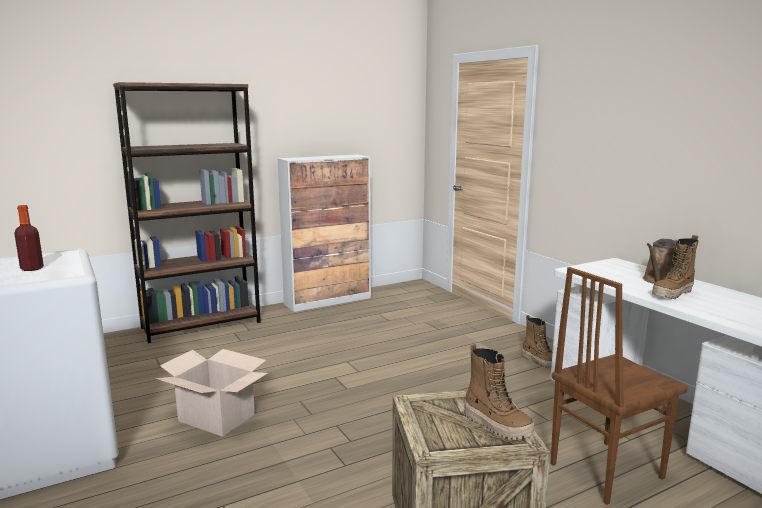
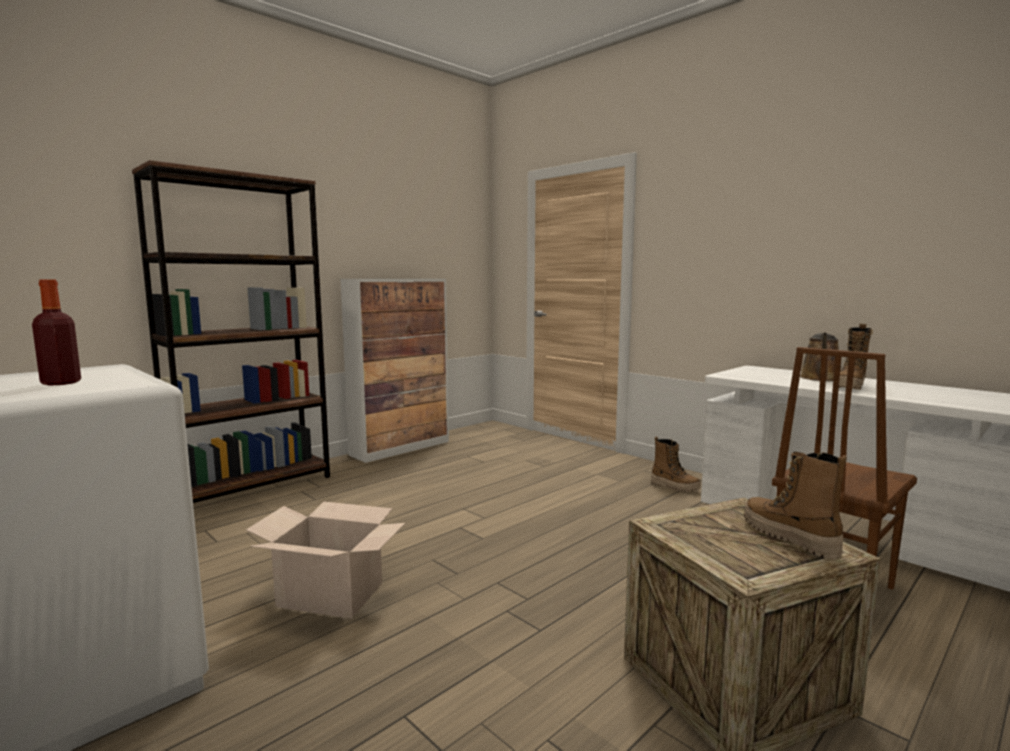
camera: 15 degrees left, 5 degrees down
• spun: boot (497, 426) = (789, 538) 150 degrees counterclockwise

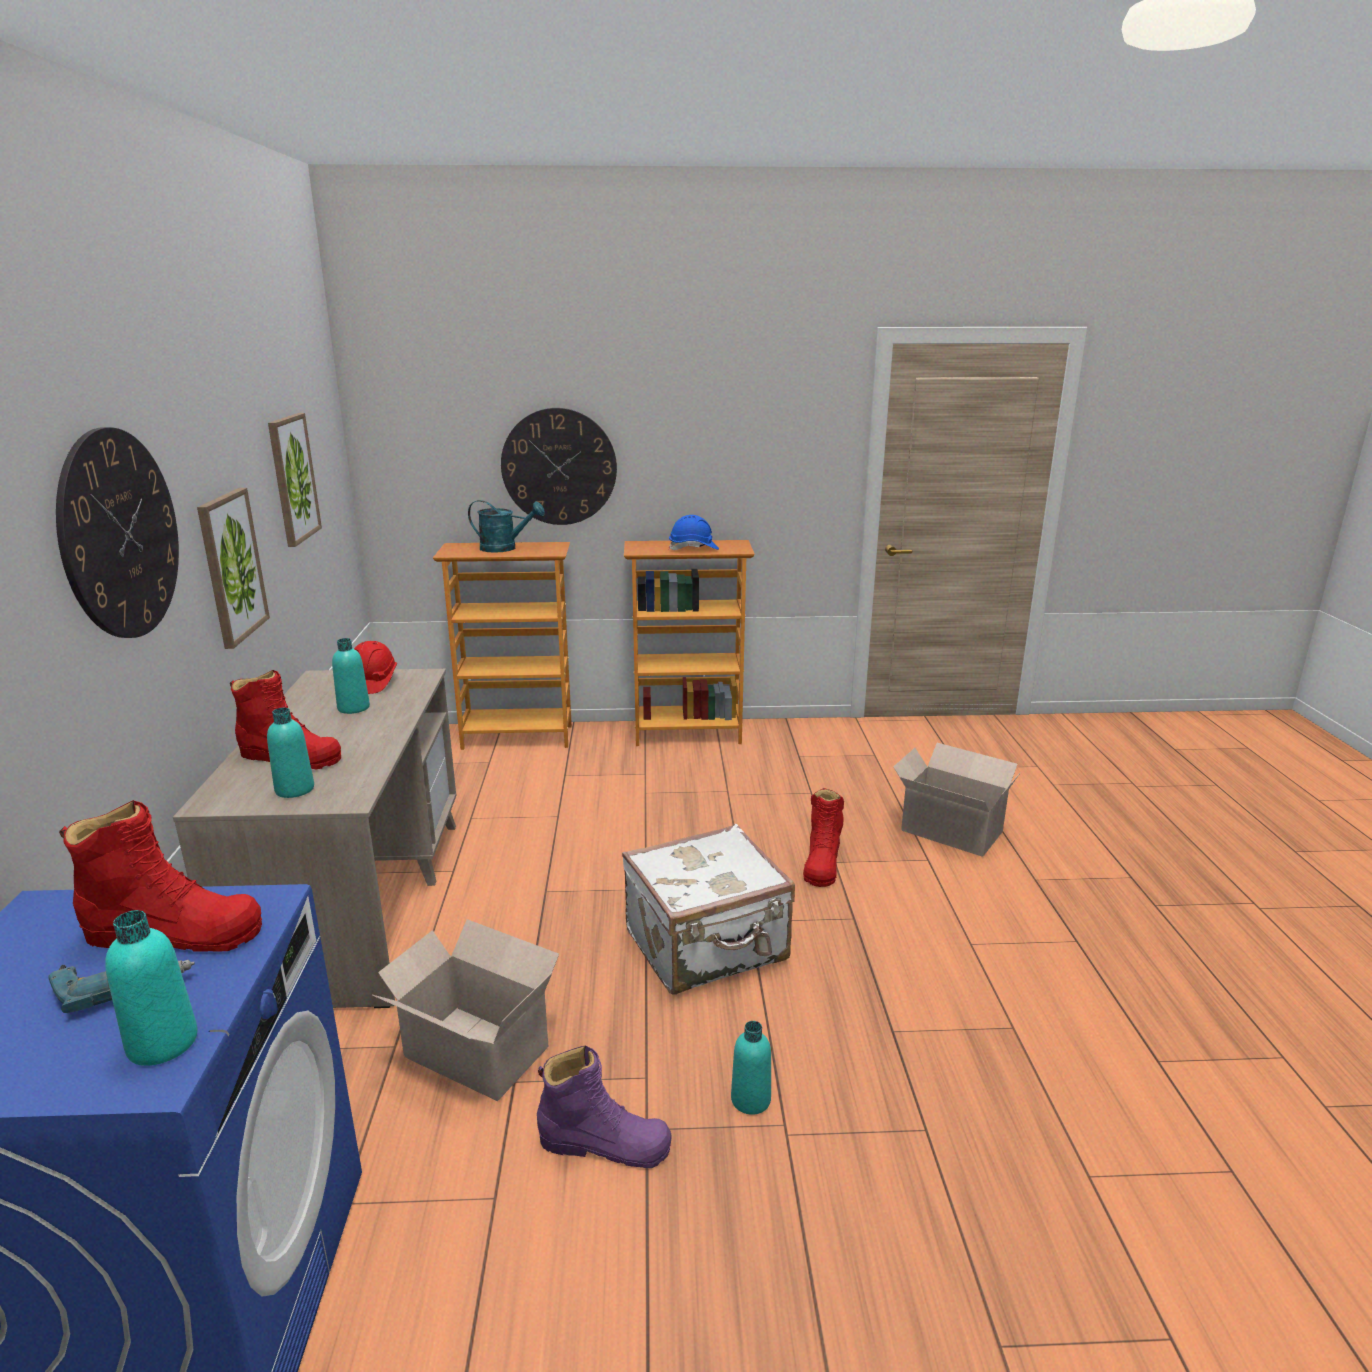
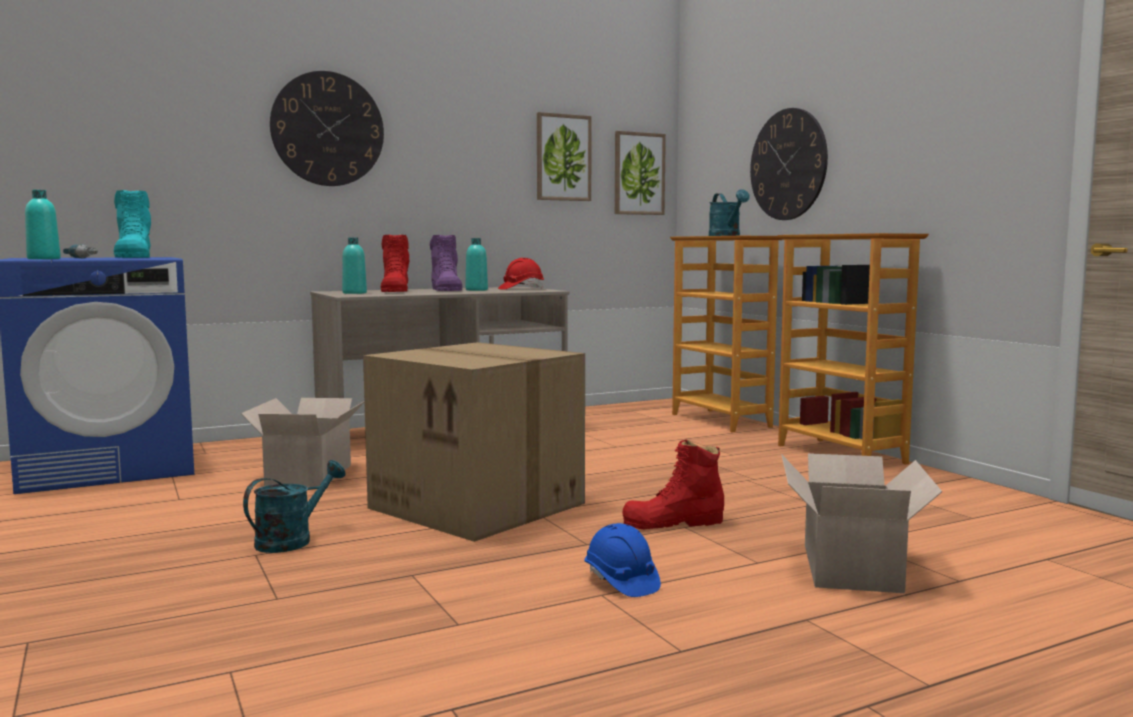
camera: 65 degrees right, 15 degrees down
• relocated: picture (231, 566) to (638, 174)
• relocated: hard hat (blue) (693, 549) to (621, 582)
• colour: boot (red) (175, 933) to boot (turquoise) (133, 258)
• exchanged: suitcase (white) (708, 947) to cardboard box (480, 505)
• exchanged: bottle (turquoise) (750, 1099) to watering can (turquoise) (292, 540)
• relocated: boot (purple) (605, 1144) to (446, 290)

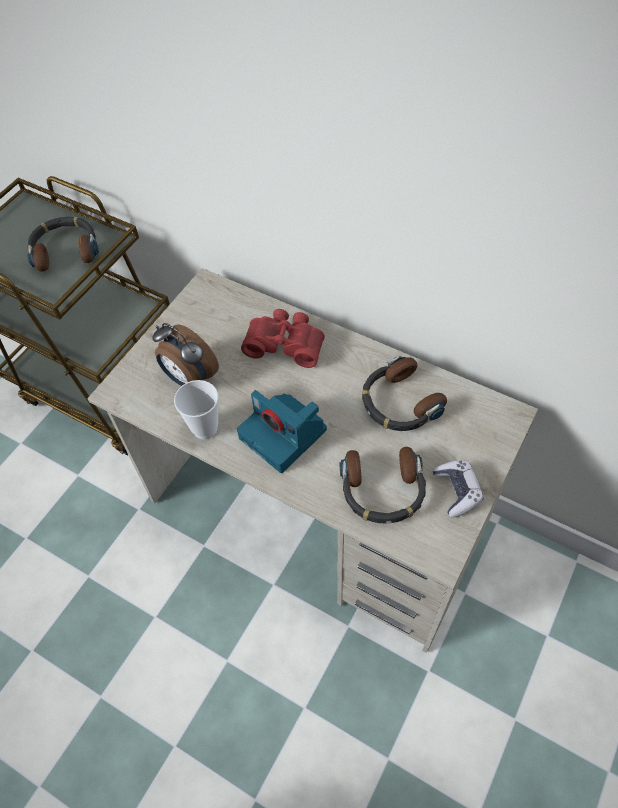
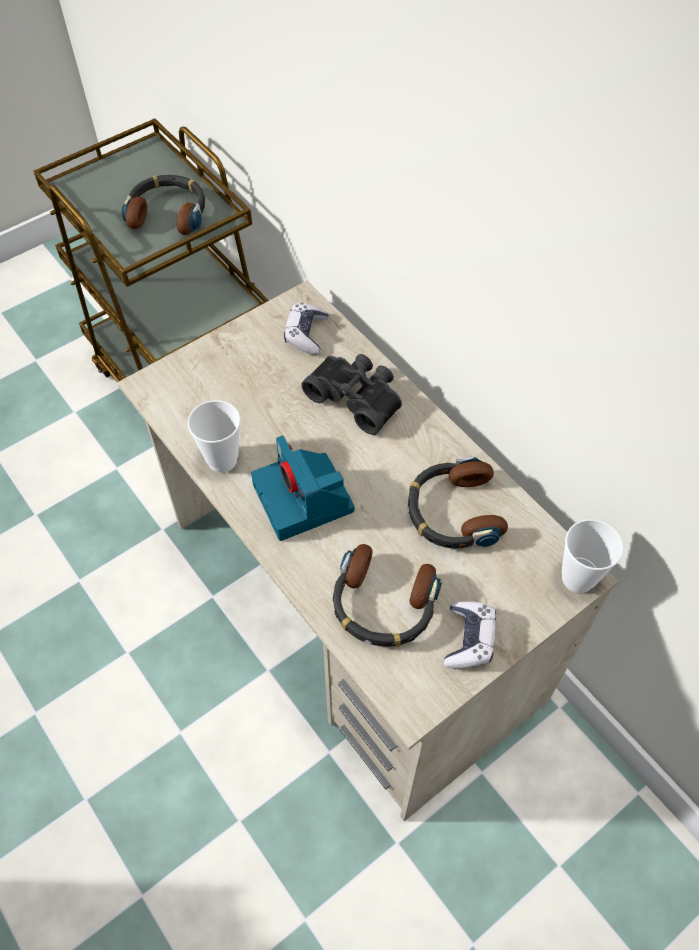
camera: 20 degrees right, 0 degrees up
• colour: binoculars (red) (285, 343) to binoculars (black) (357, 397)
• missing: alarm clock (189, 378)
• appeared: game controller (306, 334)
• appeared: cup (577, 578)

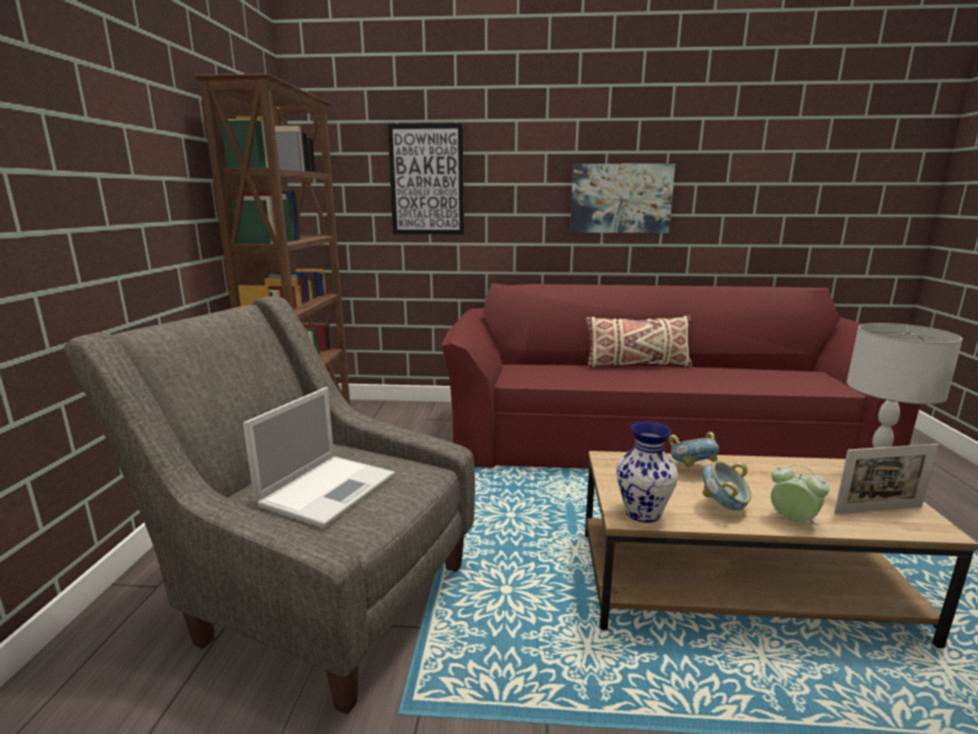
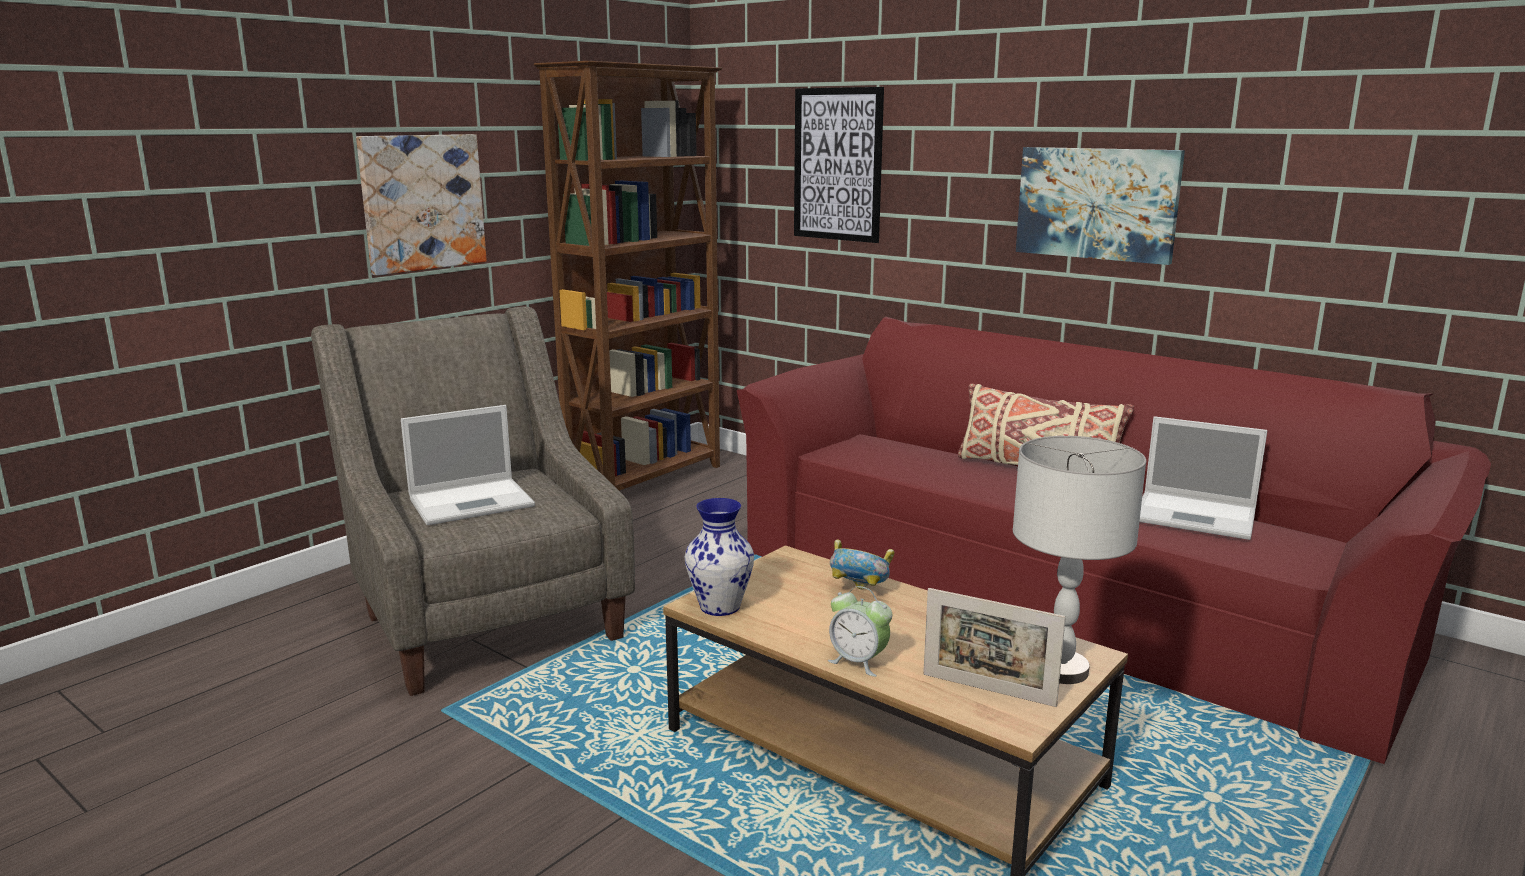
camera: 35 degrees right, 0 degrees up
• missing: bowl (723, 507)
• spun: alarm clock (792, 521) = (858, 662) 135 degrees clockwise
• appeared: picture (422, 202)
• appeared: laptop (1197, 516)

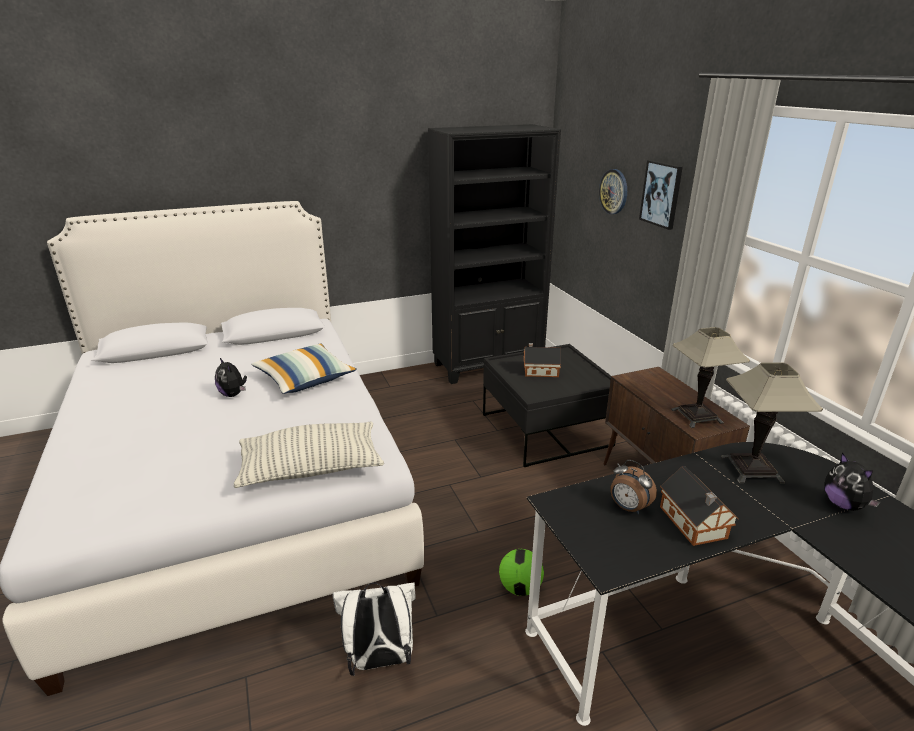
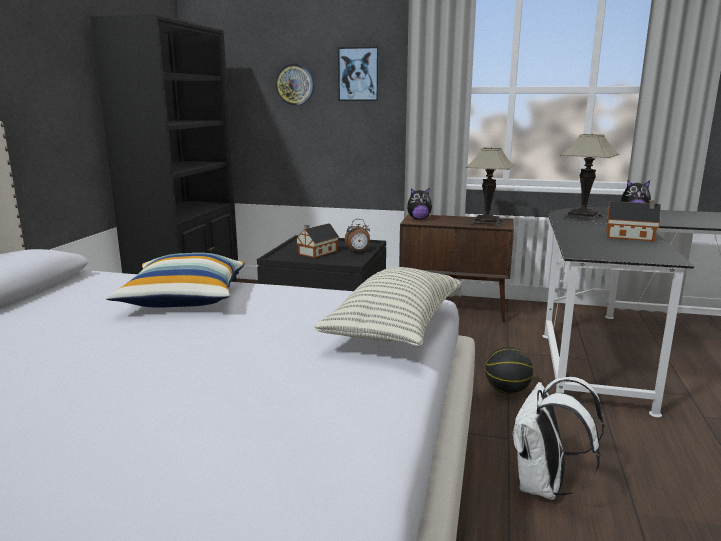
camera: 55 degrees left, 10 degrees down
• relocated: plush toy (233, 394) to (418, 219)
• relocated: alarm clock (628, 508) to (358, 252)
• exchanged: football (520, 587) to basketball (506, 391)

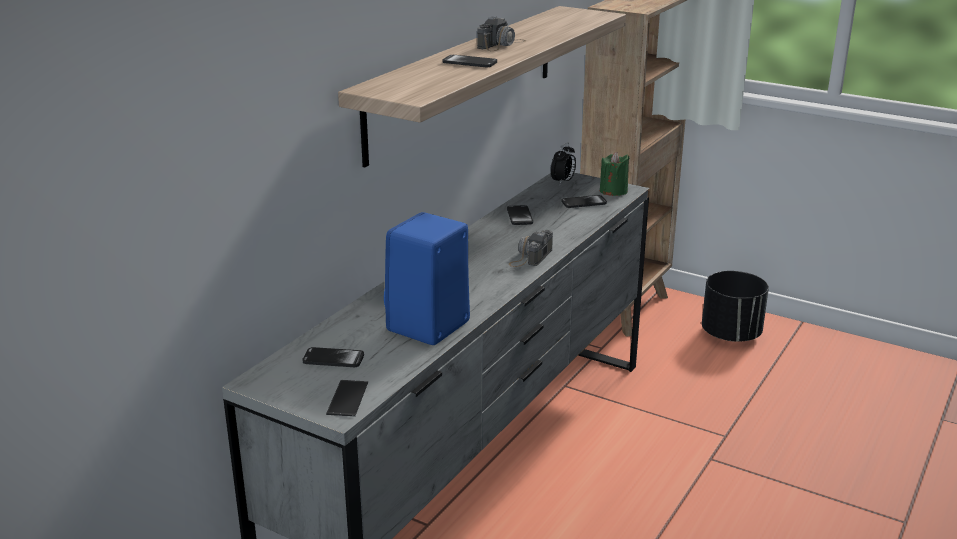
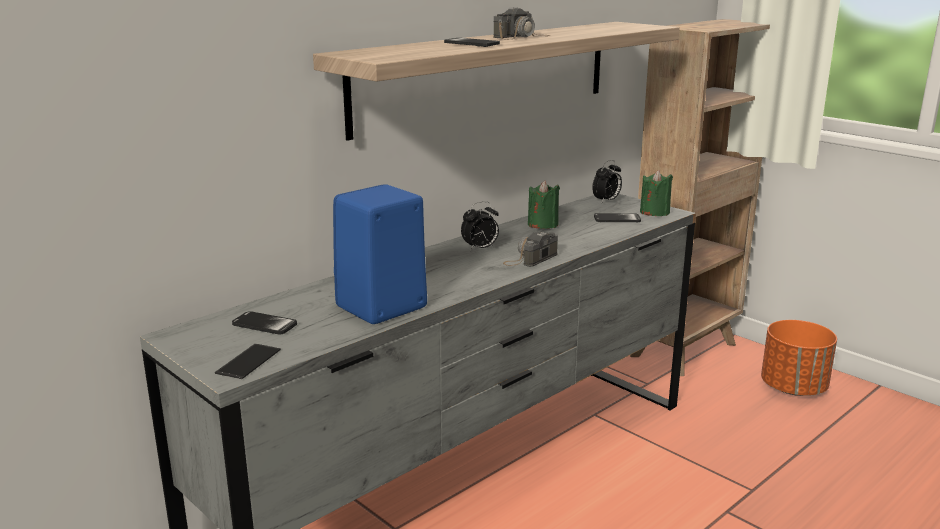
camera: 15 degrees right, 5 degrees down
• exchanged: phone (519, 216) to candle (green) (543, 224)
• colour: planter (black) (731, 334) to planter (orange) (794, 388)
• appeared: alarm clock (480, 249)

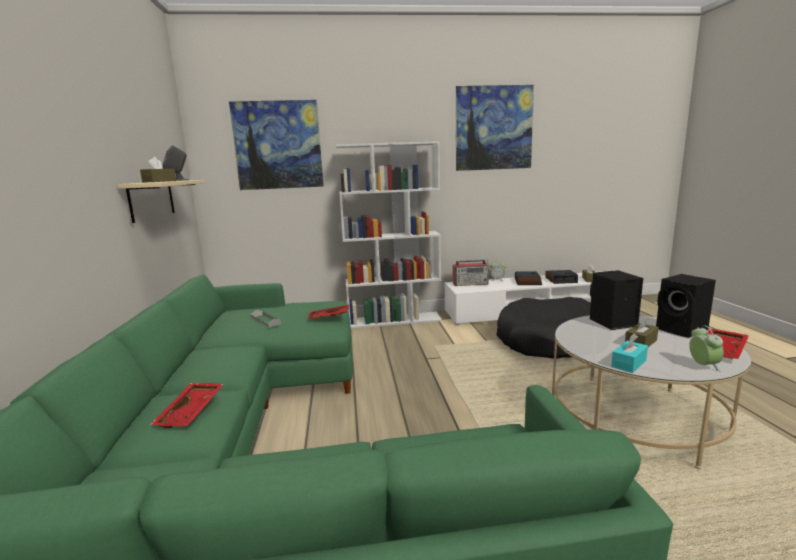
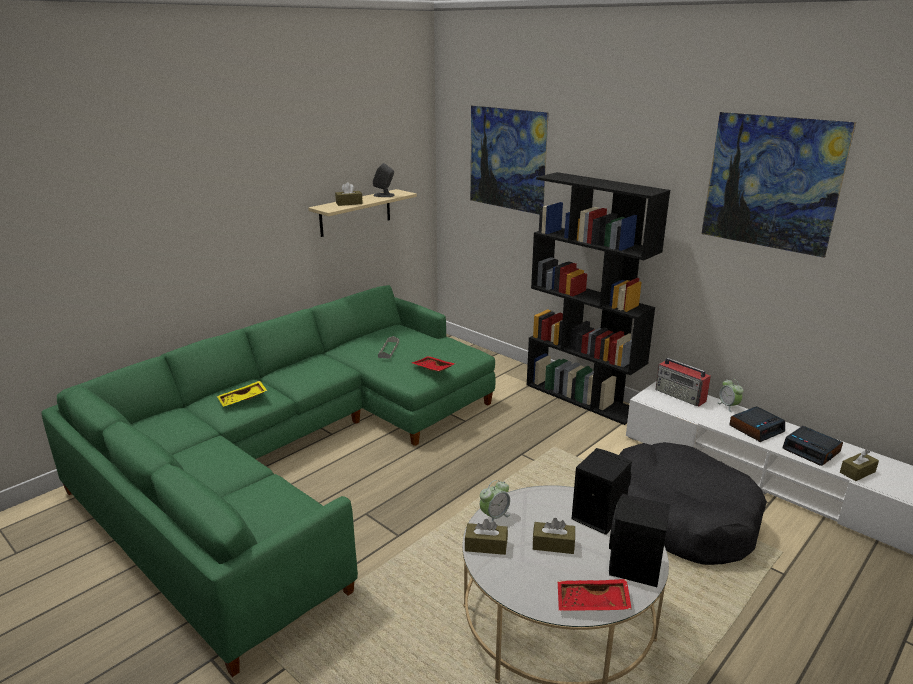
camera: 50 degrees right, 10 degrees up
• colour: bookcase (white) (394, 320) to bookcase (black) (583, 398)
• relocated: alarm clock (703, 366) to (494, 516)
• colour: tissue box (turquoise) (628, 363) to tissue box (brown) (486, 545)
• colour: tray (red) (192, 412) to tray (yellow) (243, 399)

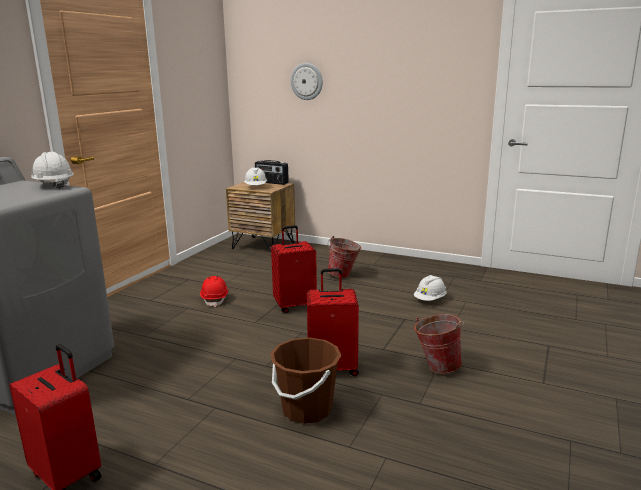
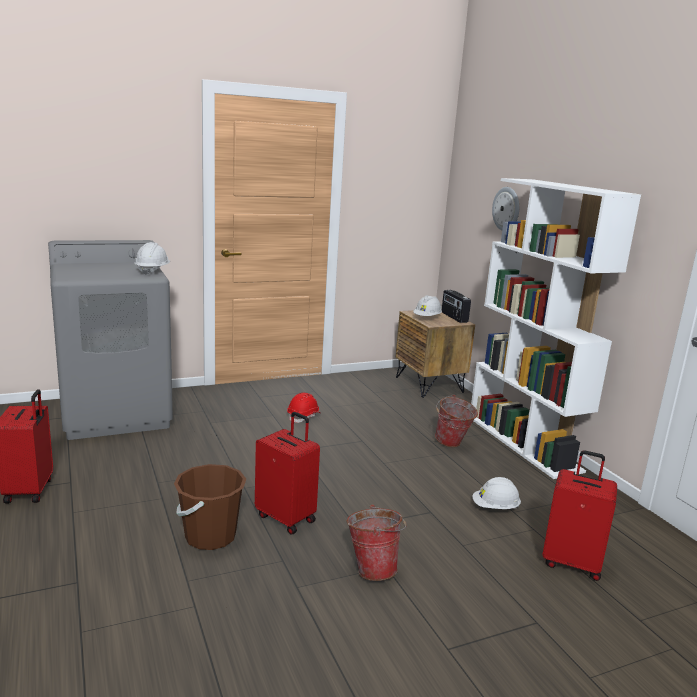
camera: 40 degrees right, 0 degrees up
• relocated: suitcase (red) (295, 305) to (572, 562)
• appeared: bookcase (white) (524, 443)

